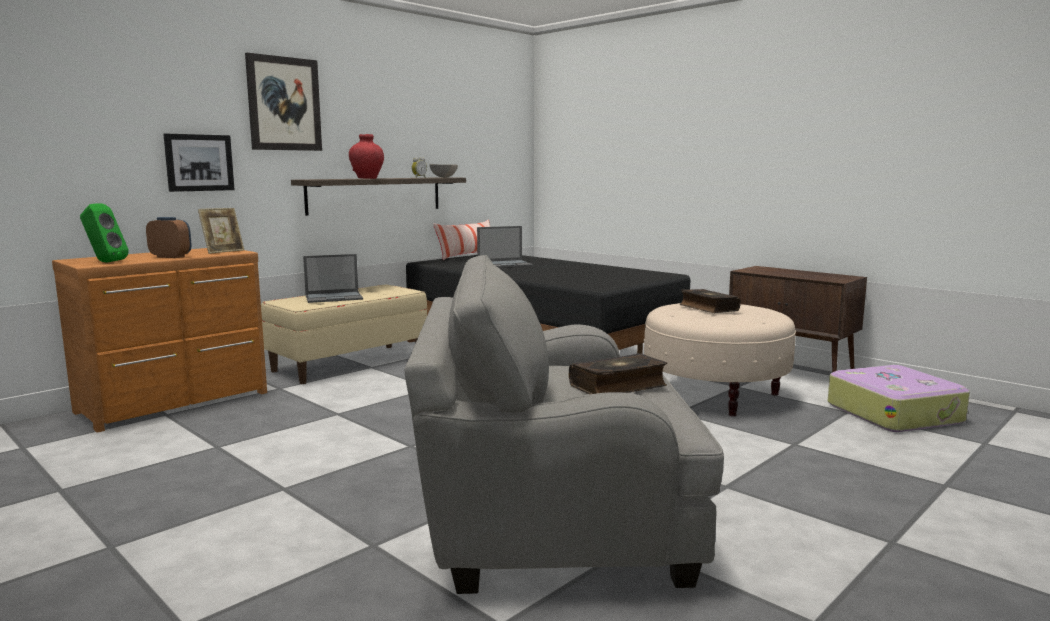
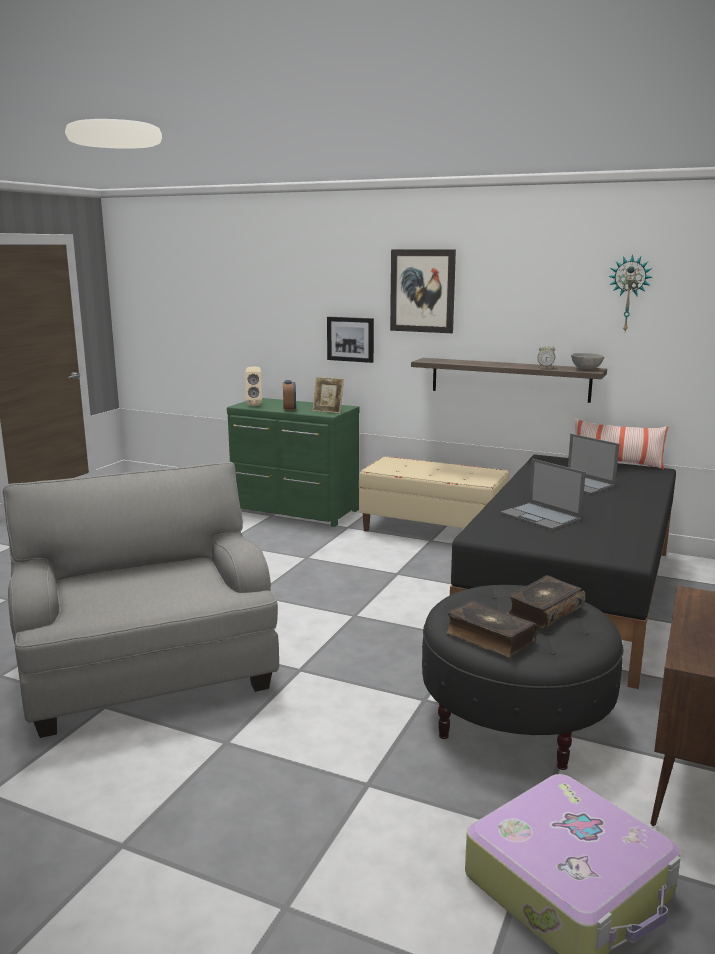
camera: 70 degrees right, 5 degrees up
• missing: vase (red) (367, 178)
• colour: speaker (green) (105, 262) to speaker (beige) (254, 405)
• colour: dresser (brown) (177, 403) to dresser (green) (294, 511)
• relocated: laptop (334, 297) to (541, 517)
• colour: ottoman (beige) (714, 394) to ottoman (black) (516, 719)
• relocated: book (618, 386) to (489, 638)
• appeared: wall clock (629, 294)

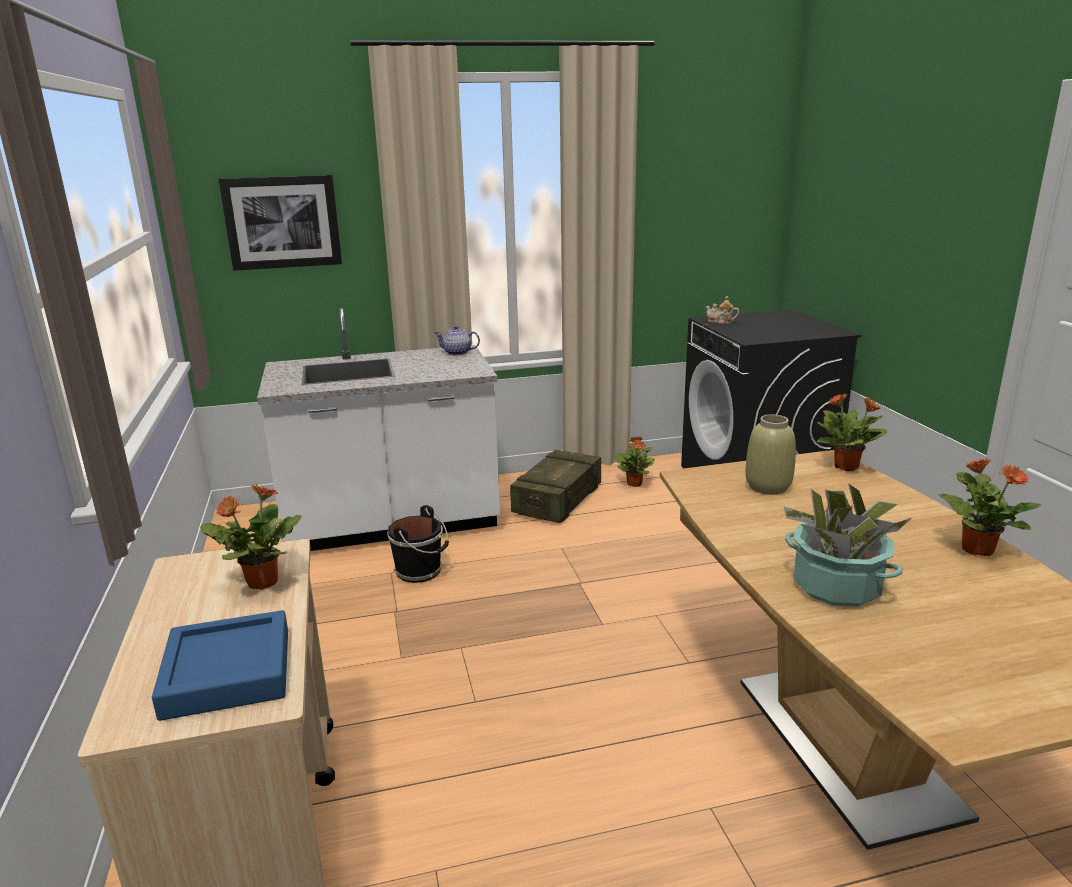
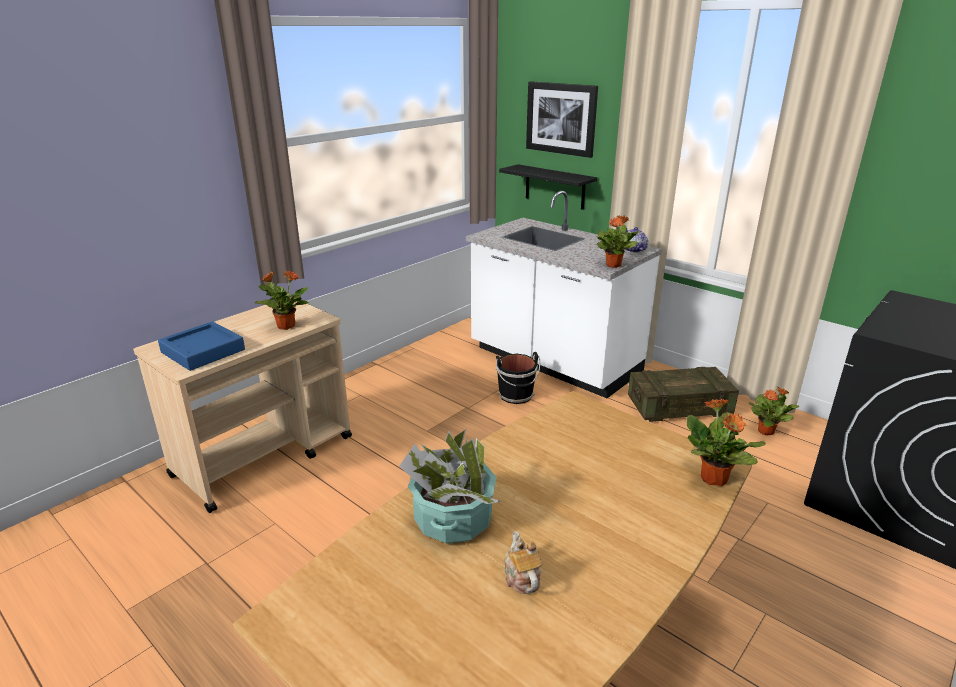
camera: 55 degrees right, 5 degrees up
• relocated: teapot (720, 322) to (521, 577)
• missing: vase (beige) (768, 487)
• relocated: potted plant (976, 549) to (613, 265)
• appeared: shelf (black) (555, 187)

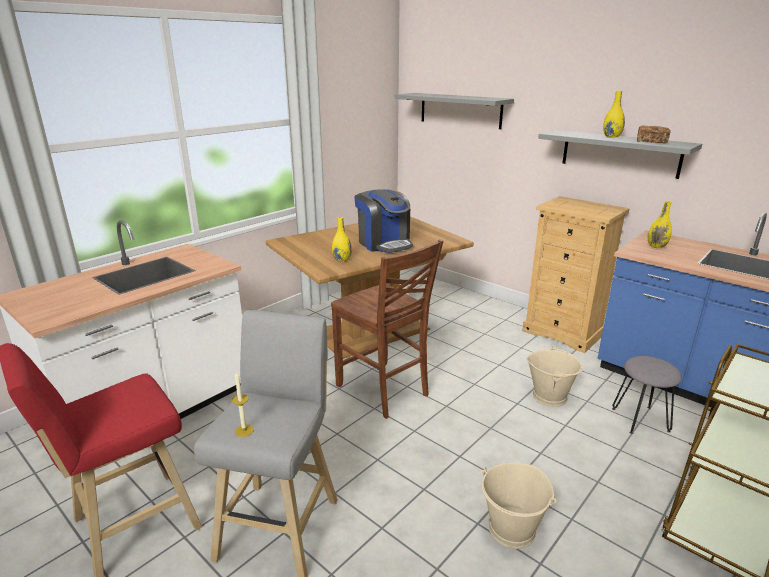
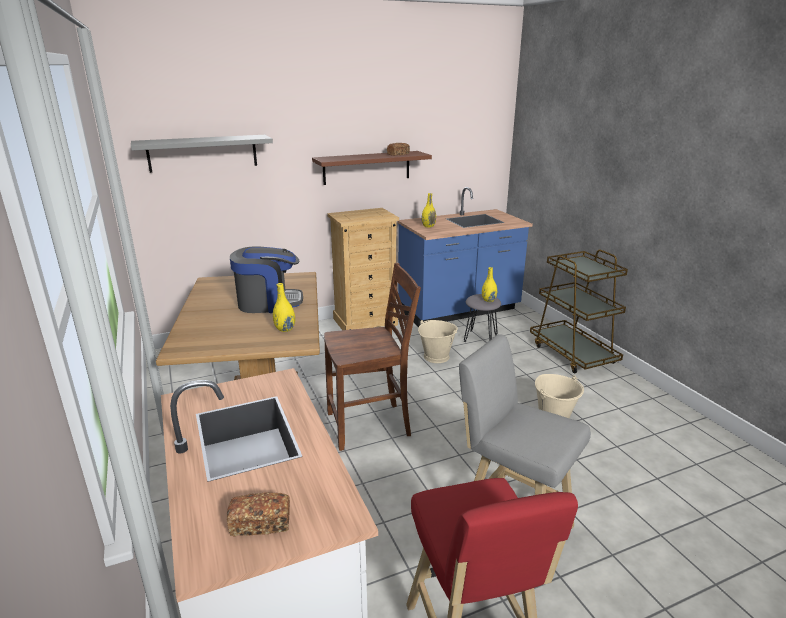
camera: 65 degrees left, 0 degrees up
• relocated: vase (yellow) (611, 137) to (488, 300)
• colour: shelf (grey) (620, 153) to shelf (brown) (367, 167)
• missing: candle (244, 430)
• appeared: bread (261, 523)

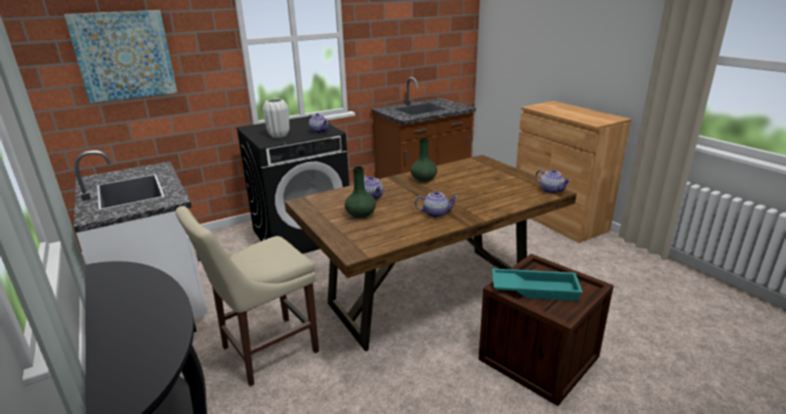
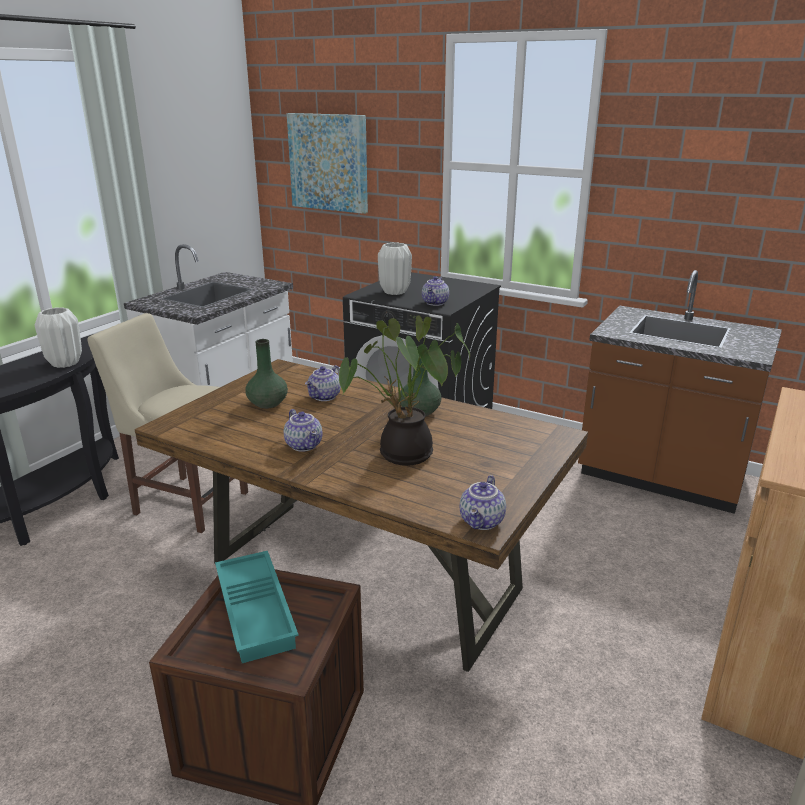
camera: 60 degrees right, 0 degrees up
• appeared: vase (white) (64, 363)
• appeared: potted plant (403, 456)

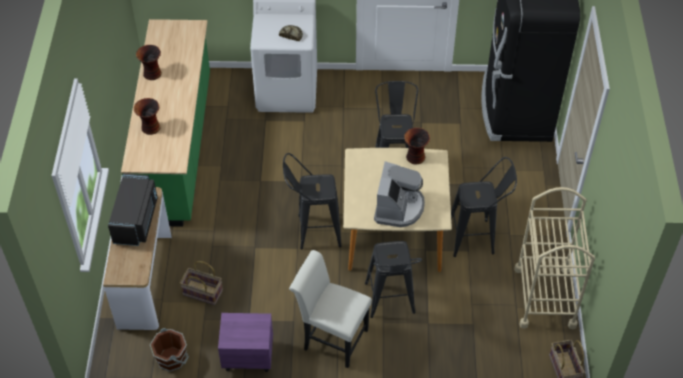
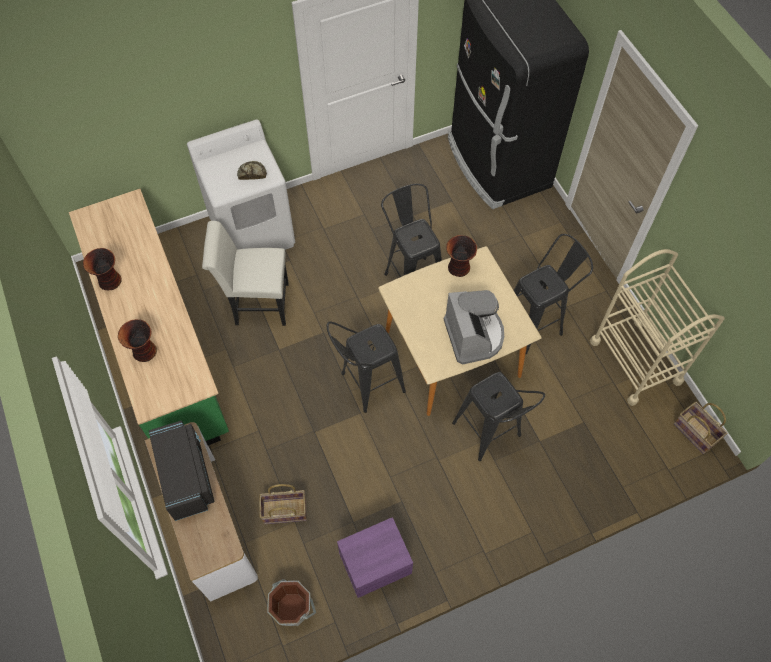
camera: 25 degrees left, 10 degrees up
• relocated: chair (white) (331, 338) to (256, 304)

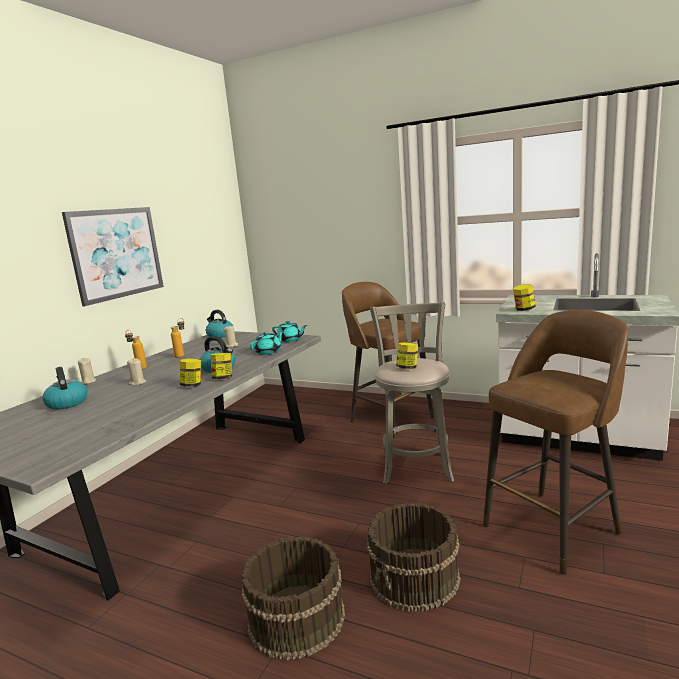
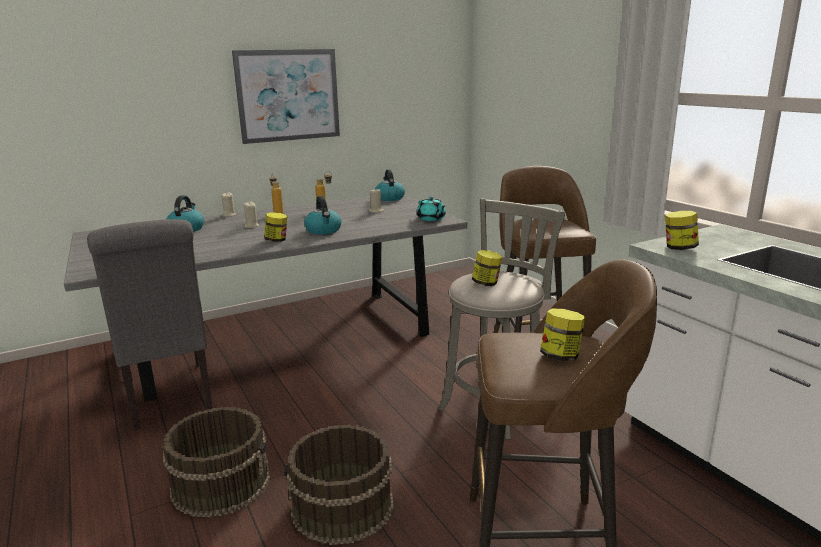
camera: 35 degrees right, 5 degrees up
• missing: teapot (turquoise) (268, 352)
• relocated: jar (223, 378) to (561, 356)
• appeared: chair (grey) (170, 398)

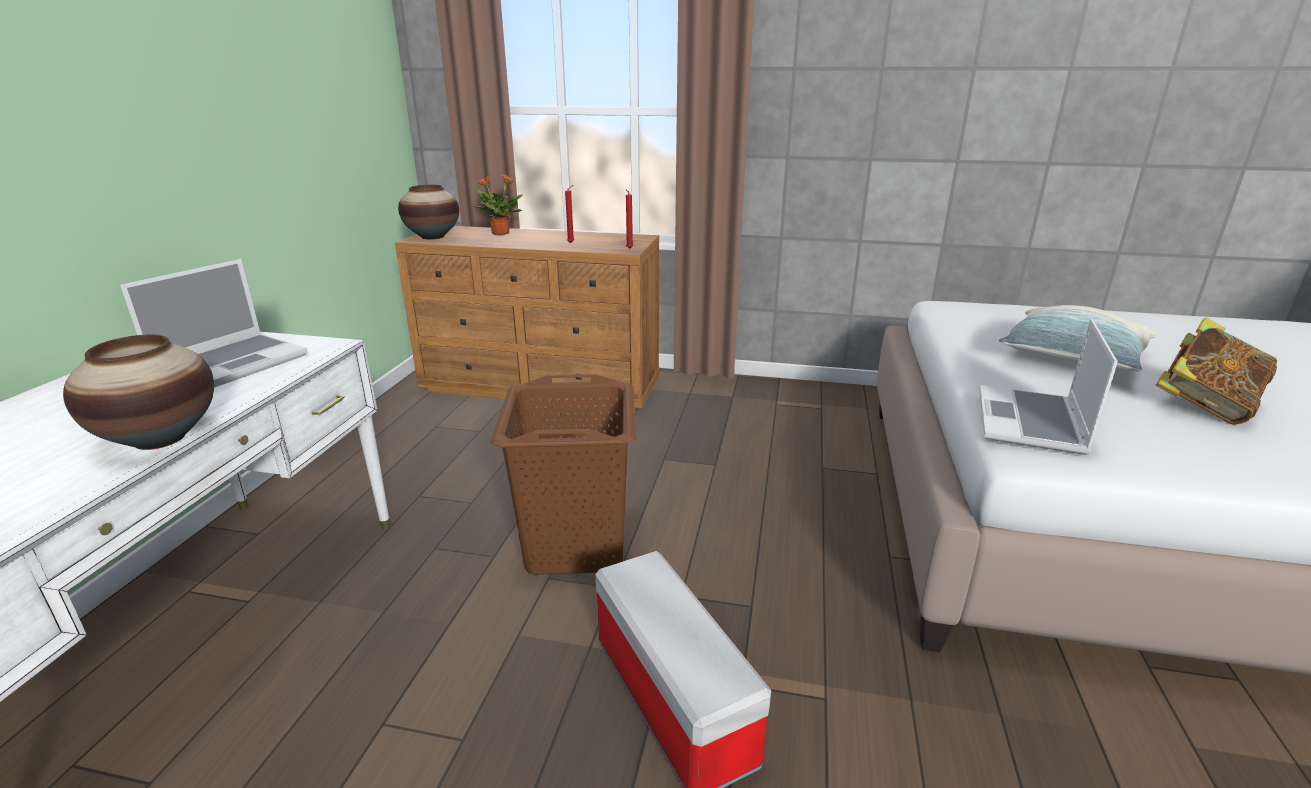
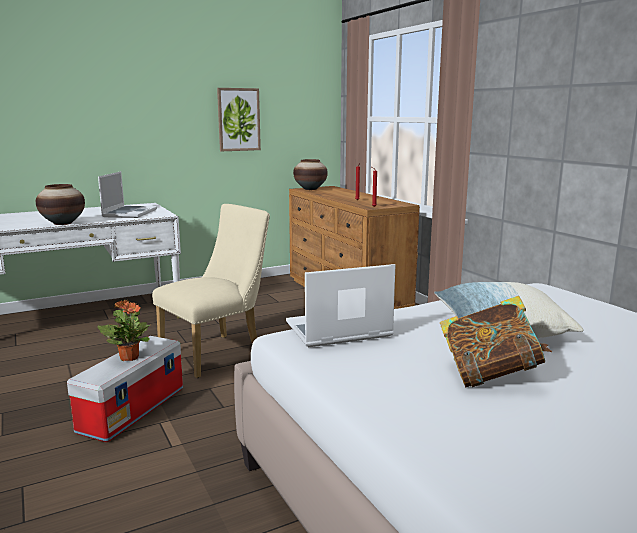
camera: 50 degrees right, 10 degrees down
• relocated: potted plant (500, 233) to (129, 357)
• spun: laptop (232, 364) = (129, 213) 75 degrees counterclockwise
• exchanged: laundry basket (brown) (576, 544) to chair (beige) (218, 353)
• appeared: picture (238, 119)

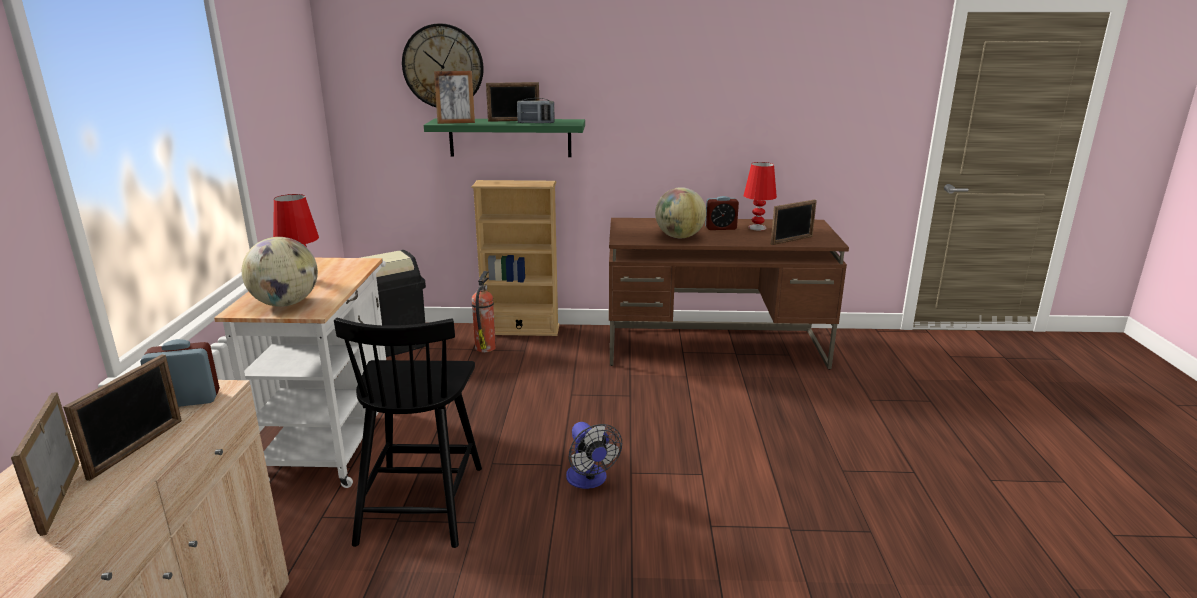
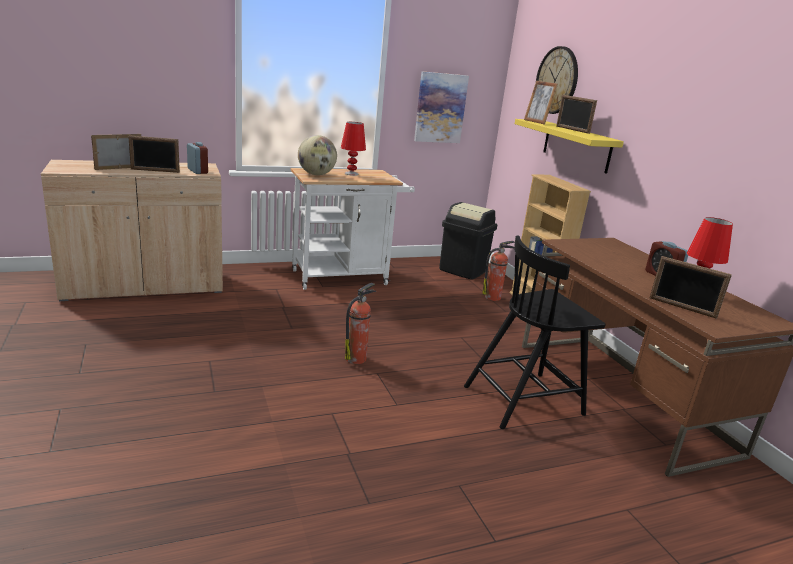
camera: 65 degrees right, 0 degrees up
• missing: radio (536, 123)
• colour: shelf (green) (510, 137) to shelf (yellow) (576, 146)
• missing: globe (679, 237)
• relocated: chair (black) (421, 502) to (525, 400)
• exchanged: fan (589, 480) to fire extinguisher (356, 358)
• appeared: picture (440, 108)

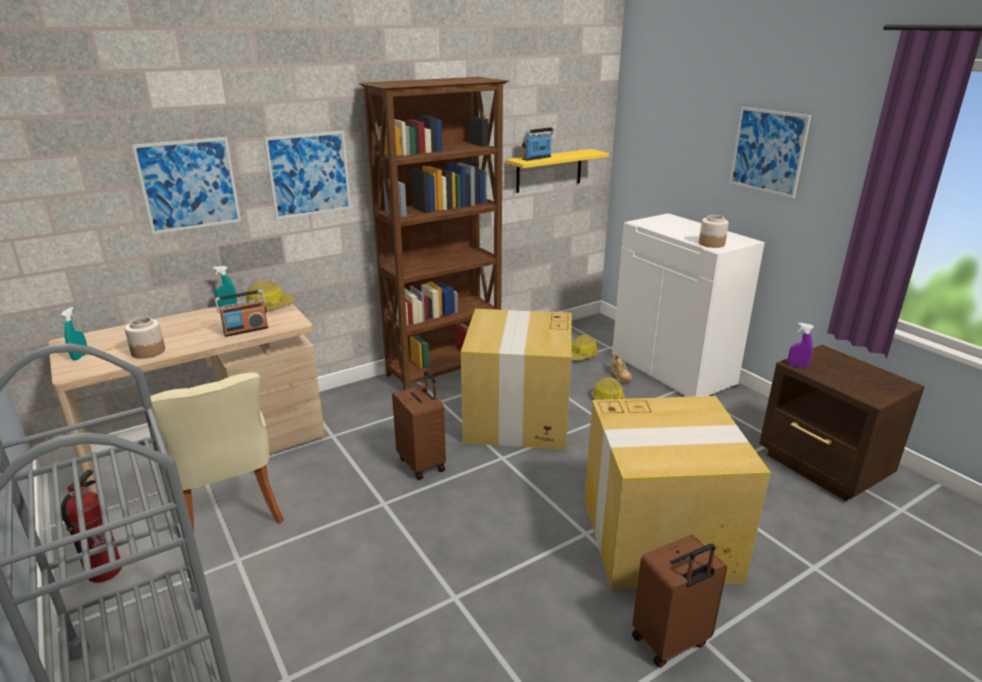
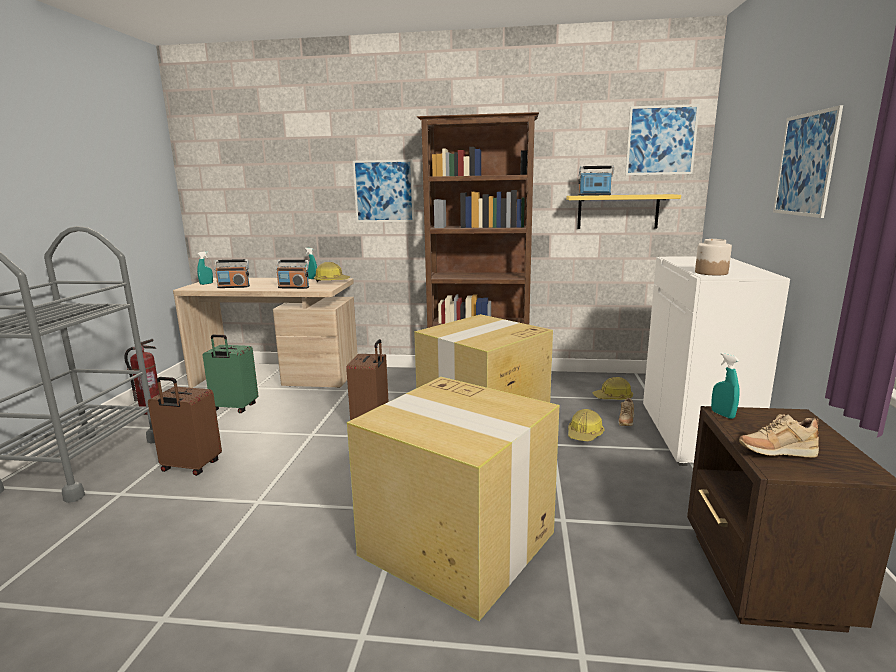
camera: 40 degrees right, 10 degrees down
• relocated: picture (189, 185) to (661, 140)
• exchanged: jar (148, 351) to radio (233, 287)
• colour: spray bottle (purple) (797, 366) to spray bottle (turquoise) (722, 414)
• exchanged: chair (beige) (229, 515) to suitcase (green) (234, 408)
• relocated: suitcase (brown) (671, 642) to (190, 467)
• appeared: shoe (beige) (775, 453)

